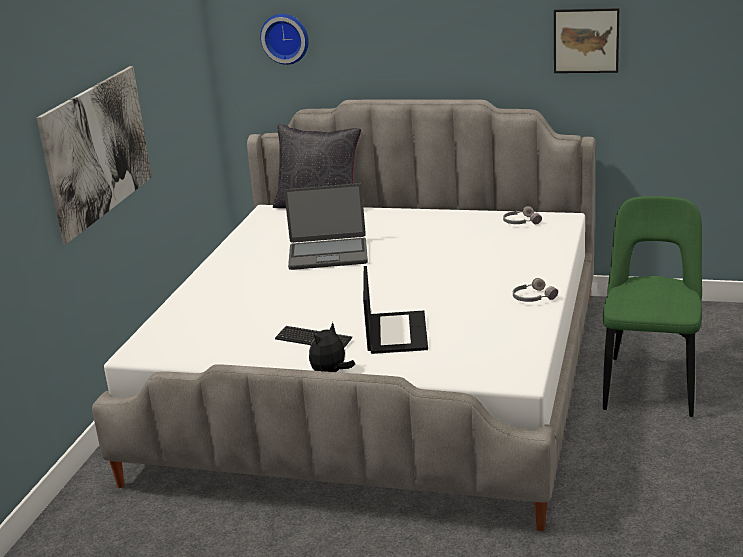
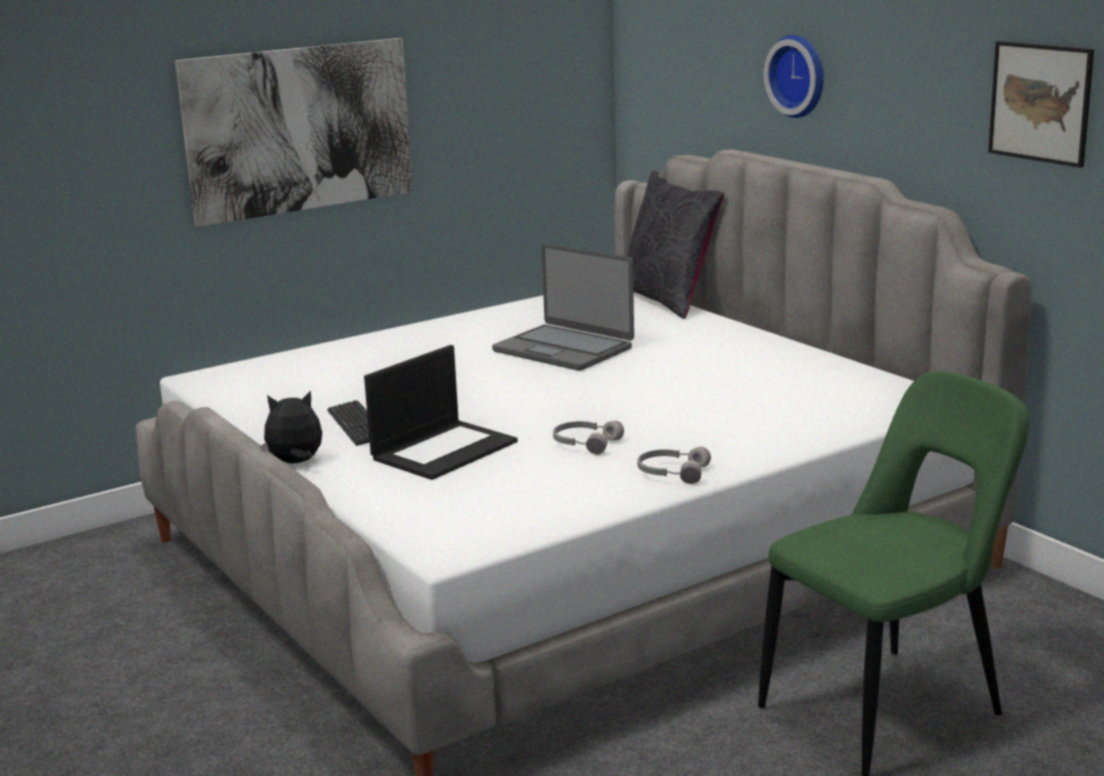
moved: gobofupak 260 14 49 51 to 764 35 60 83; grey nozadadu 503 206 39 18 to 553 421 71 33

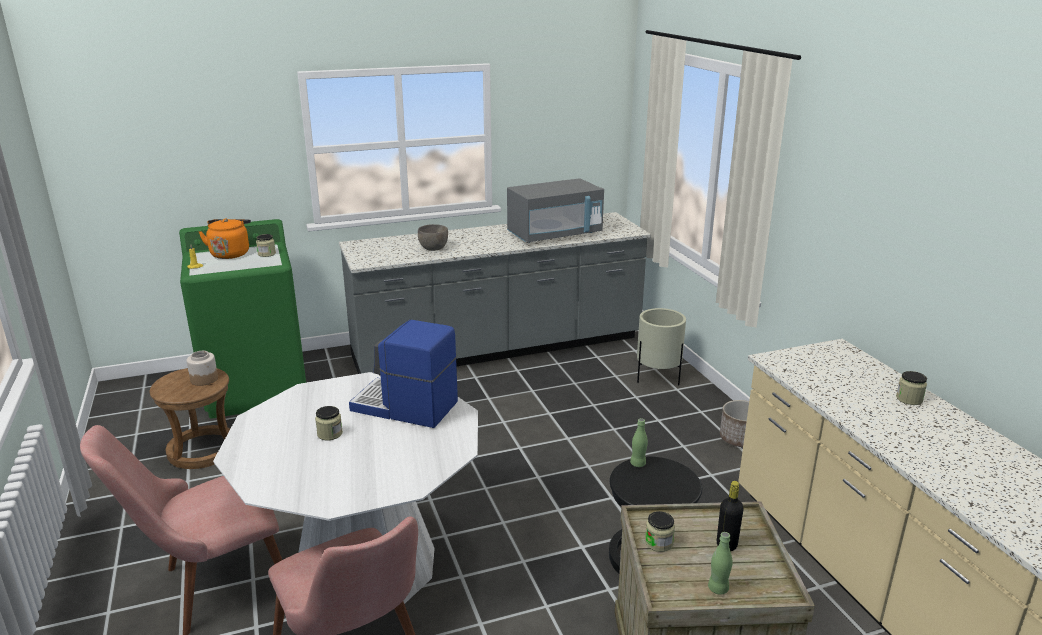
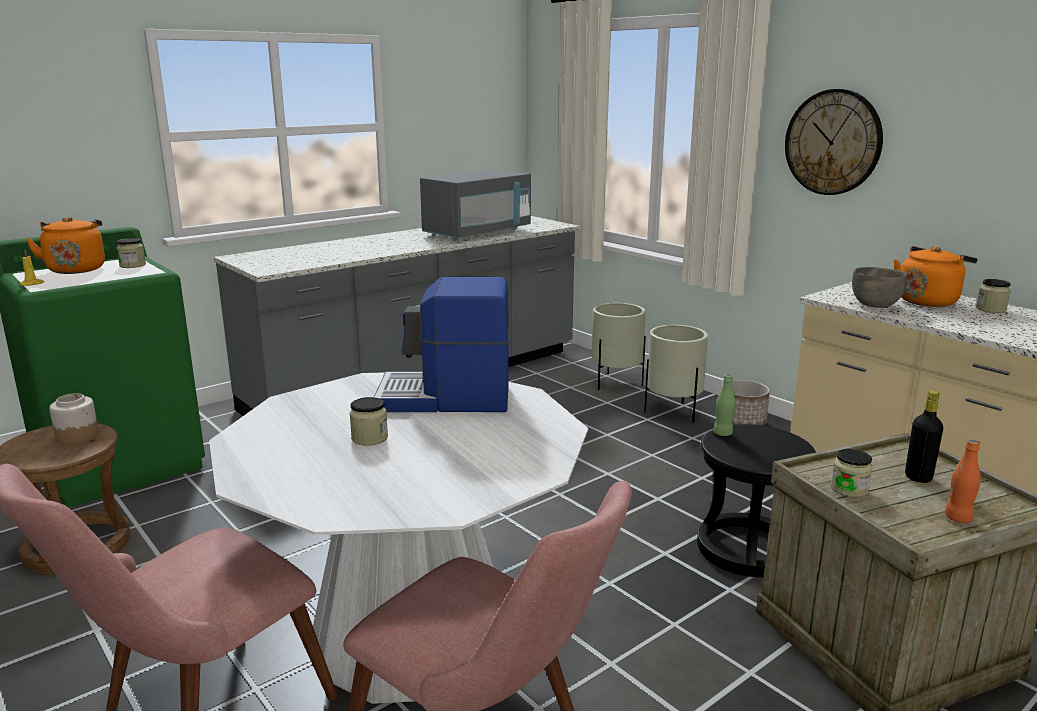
added: gobofupak 785 89 98 106; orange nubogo 894 246 84 61; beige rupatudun 644 325 64 98
moved: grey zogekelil 418 224 30 27 to 852 267 55 41
recoloured: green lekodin 708 532 25 63 to orange lekodin 945 439 36 84

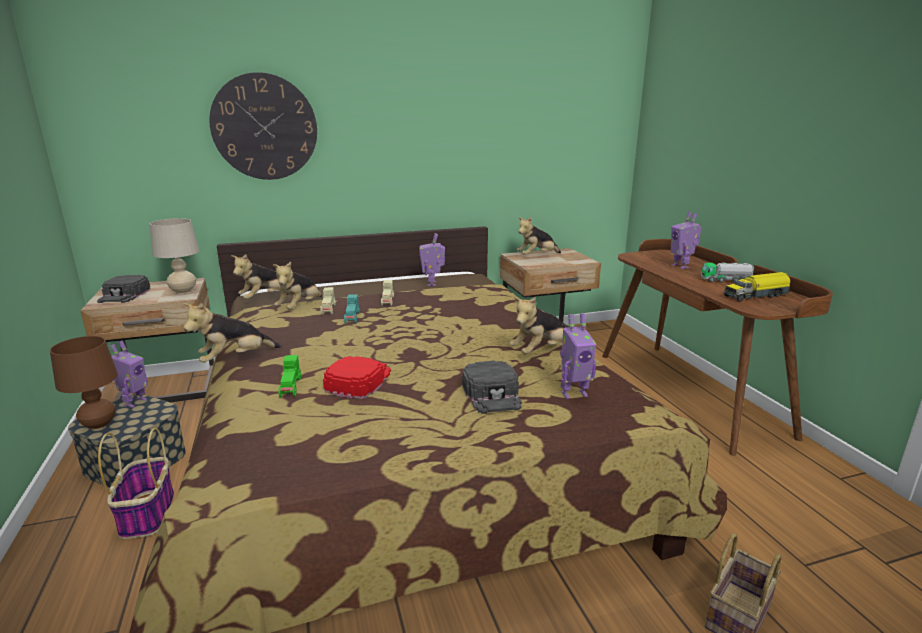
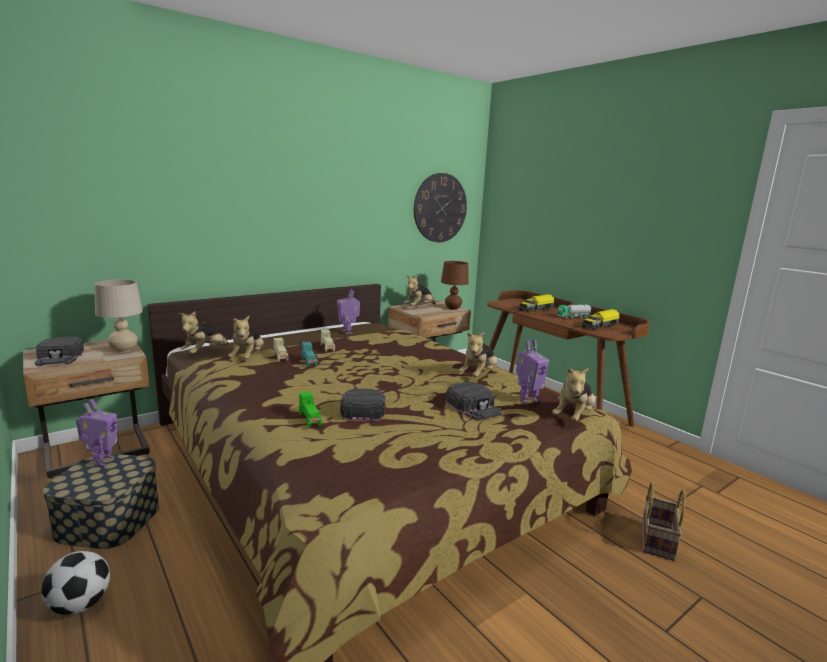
removed: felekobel 98 428 76 111
added: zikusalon 41 551 69 64
moved: gobofupak 209 72 108 108 to 414 173 53 69; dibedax 183 303 98 60 to 552 368 43 54; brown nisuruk 50 336 68 93 to 441 261 28 49
replaced: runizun 671 212 31 57 to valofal 519 294 35 18
recoloured: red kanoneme 323 356 68 43 to black kanoneme 340 388 45 34

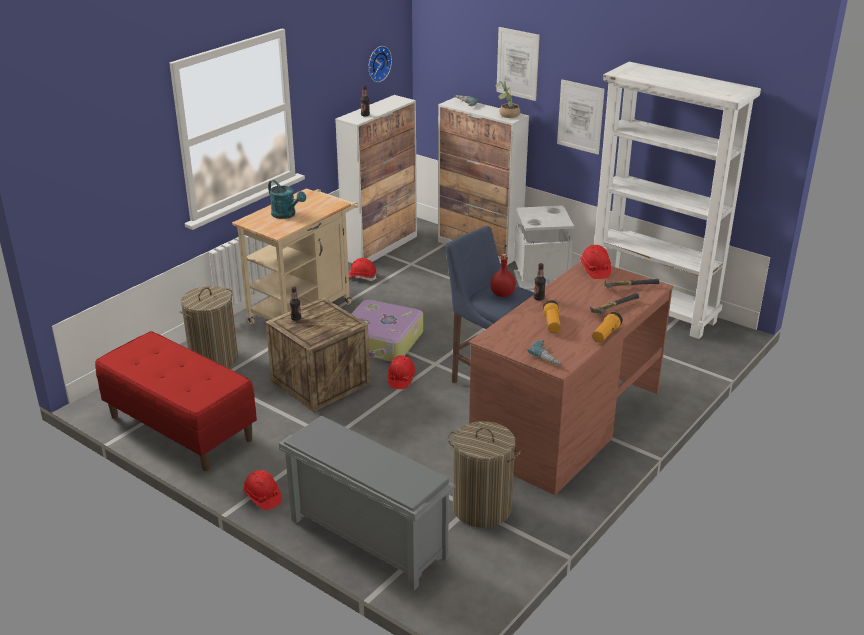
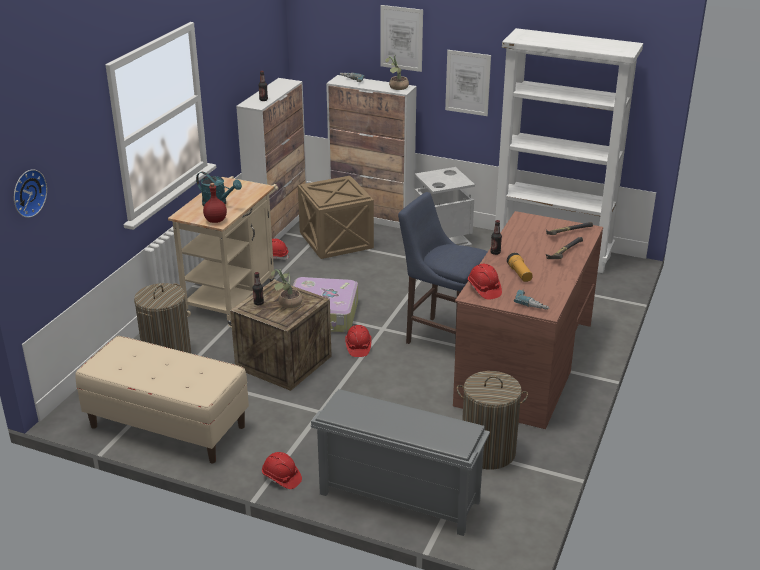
removed: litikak 592 312 31 31
added: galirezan 298 176 76 83; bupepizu 271 269 31 39
moved: gobofupak 368 46 24 36 to 14 169 33 49; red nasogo 580 245 31 34 to 468 264 34 36; red lekodin 490 254 26 43 to 203 183 24 40
recoloured: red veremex 95 331 162 140 to beige veremex 75 336 174 127

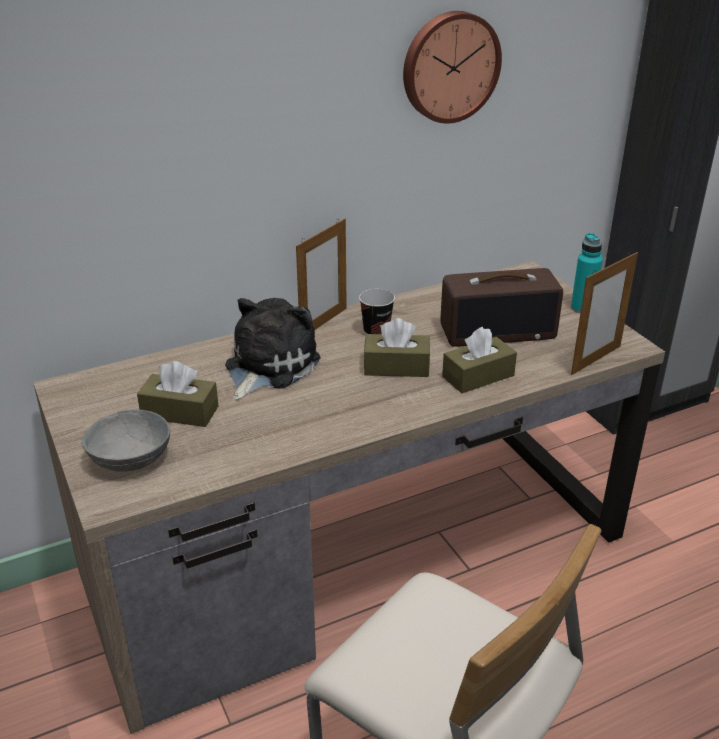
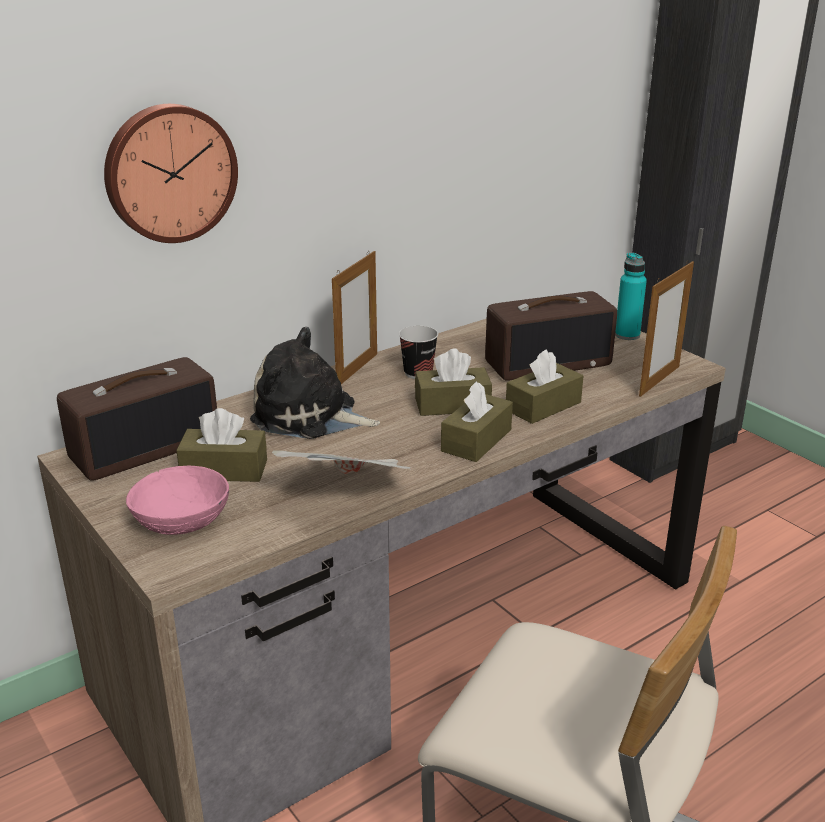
added: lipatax 57 357 160 124; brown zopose 441 381 72 81; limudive 272 450 140 24
moved: gobofupak 403 11 99 113 to 104 104 134 139
recoloured: grey zogekelil 81 409 89 63 to pink zogekelil 126 466 103 69
turned: dibedax 225 298 95 102 = 250 327 130 112 90 degrees counterclockwise

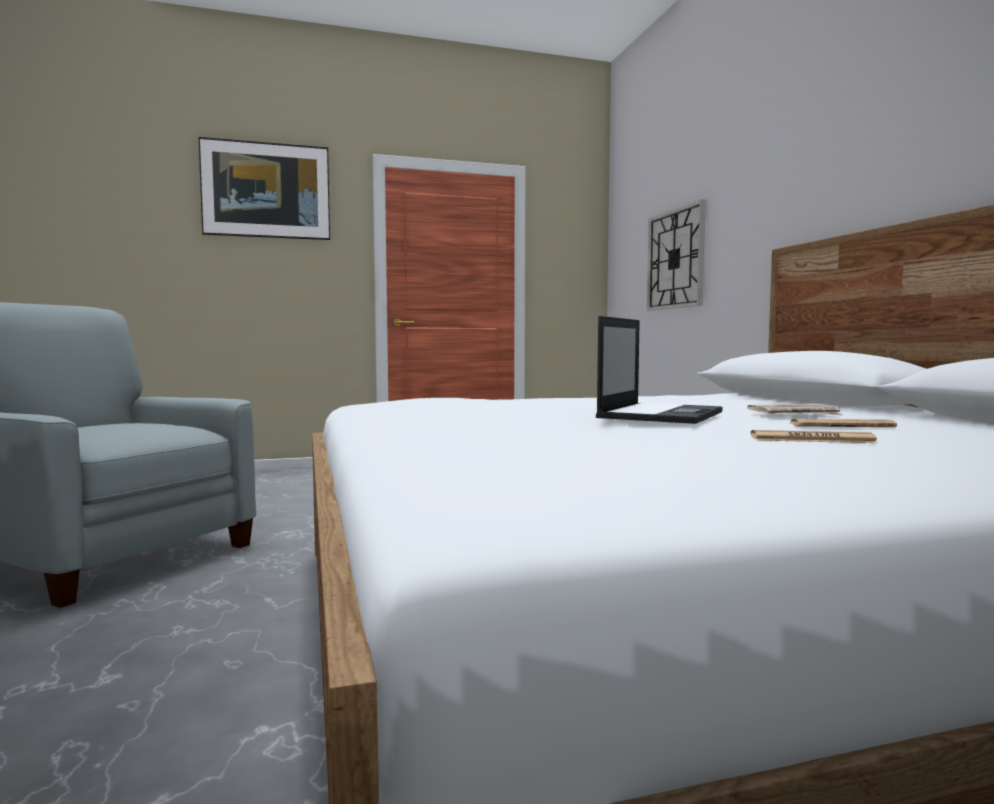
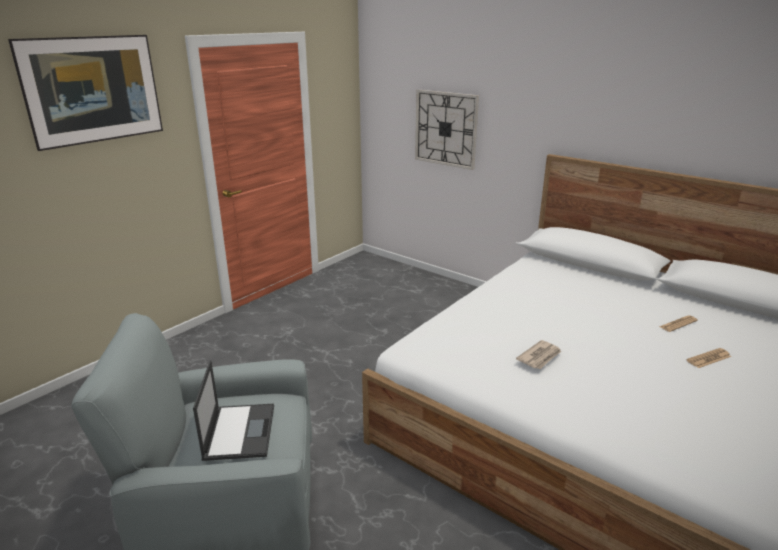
moved: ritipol 596 316 126 108 to 193 360 81 101; limudive 747 404 95 11 to 516 340 45 29

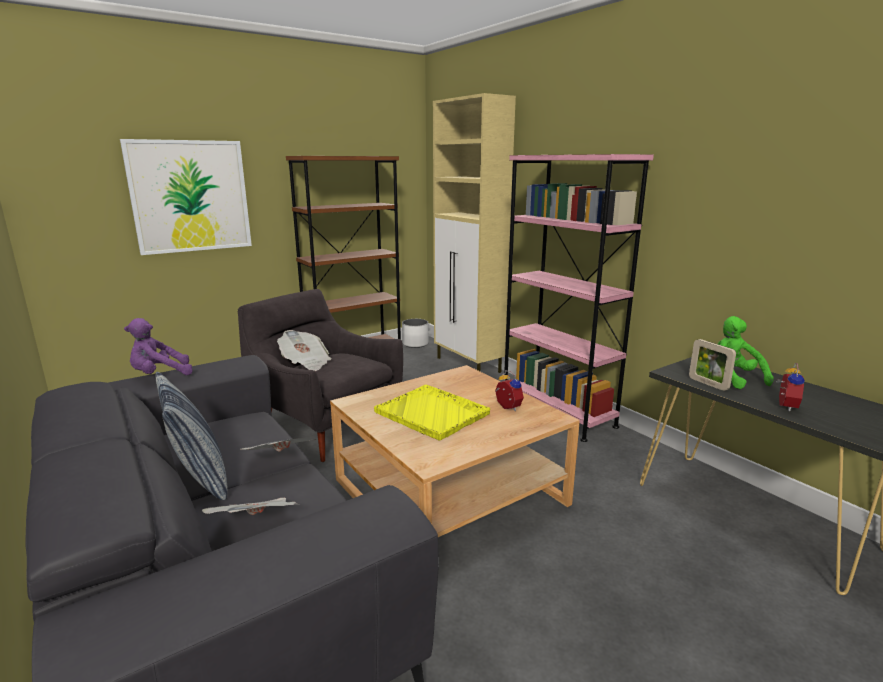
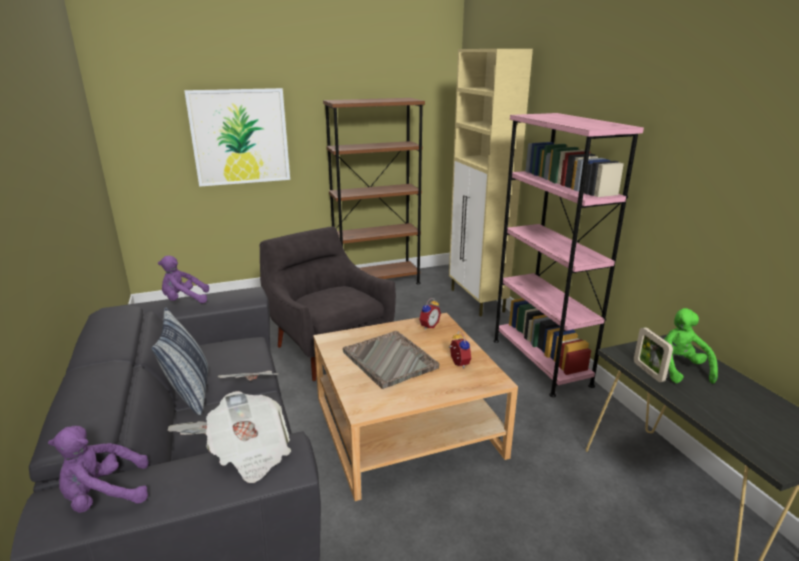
removed: white rupatudun 402 319 27 29
added: purple dibedax 48 426 101 87
moved: limudive 277 330 55 41 to 206 391 85 92; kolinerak 776 363 29 48 to 419 298 22 32
recoloured: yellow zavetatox 374 385 116 56 to grey zavetatox 343 331 96 58

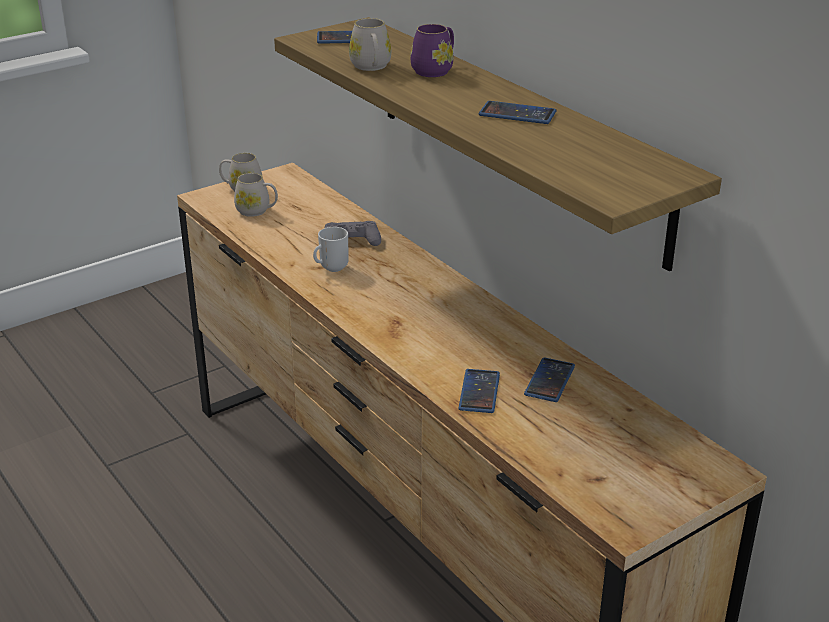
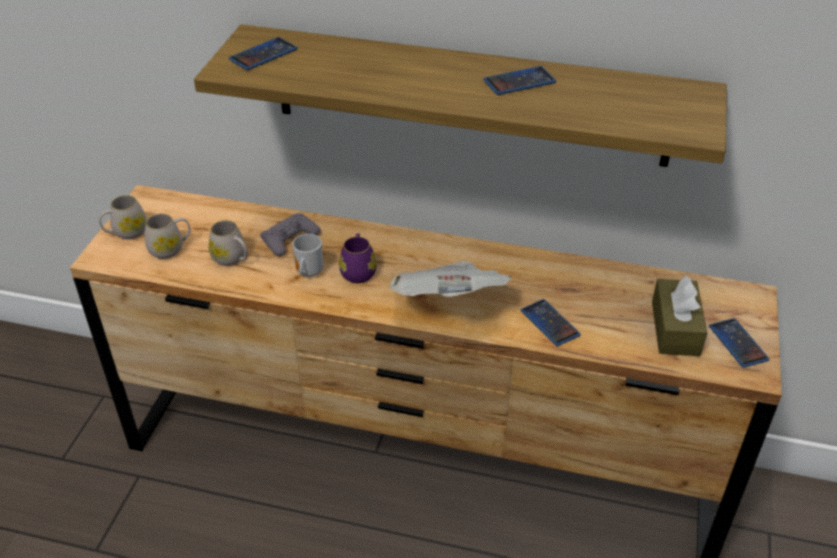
added: limudive 389 261 123 36; brown zopose 652 275 55 81
moved: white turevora 349 18 42 53 to 208 220 40 46; purple turevora 410 24 44 53 to 339 233 38 50; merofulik 524 357 51 45 to 709 318 60 50

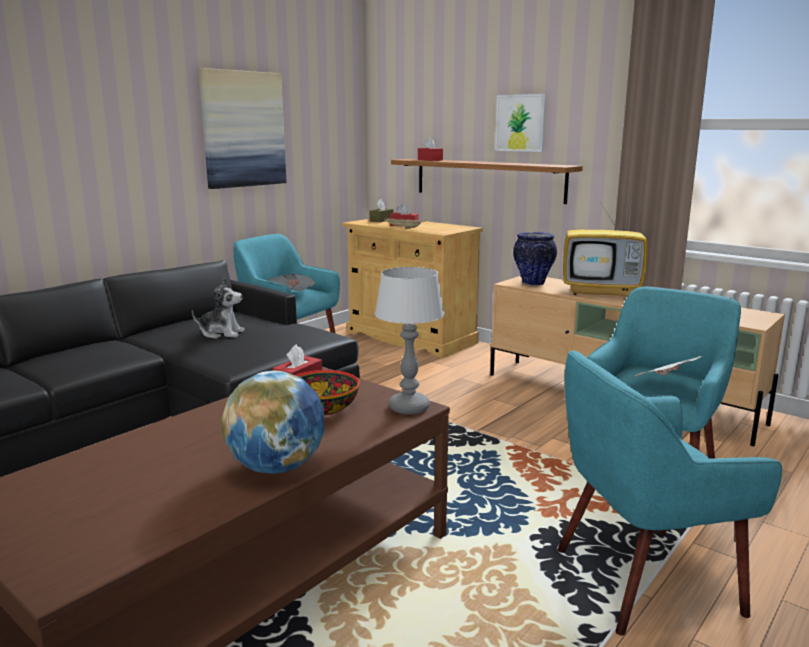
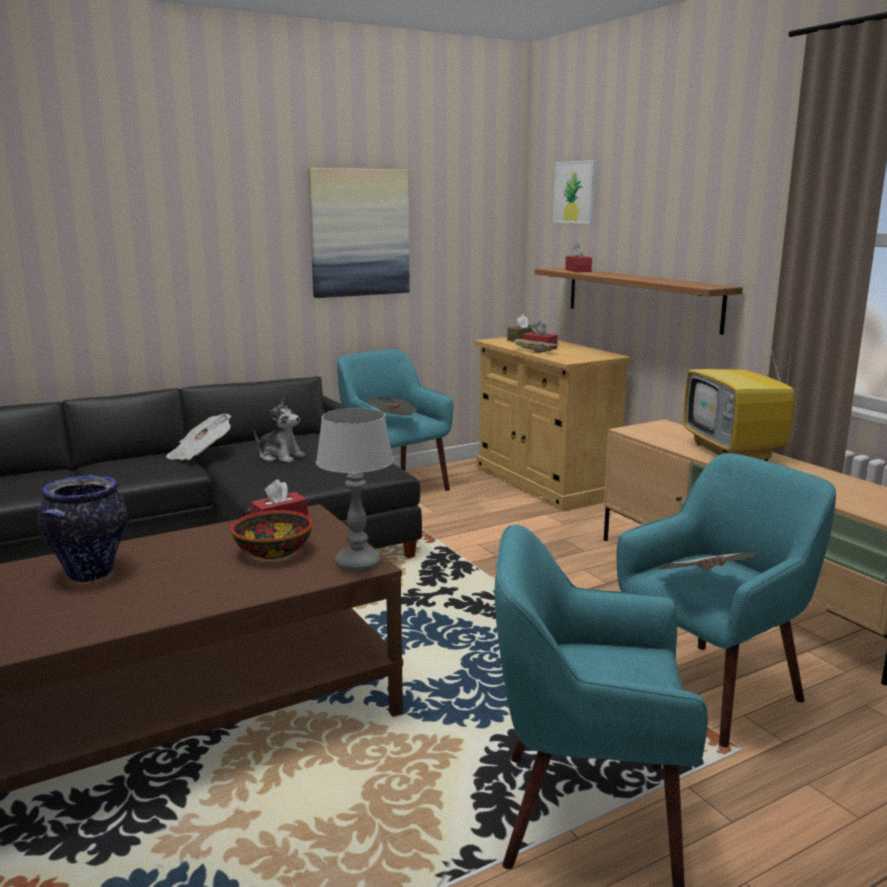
removed: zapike 221 371 103 103
added: limudive 166 414 65 46
moved: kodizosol 495 94 52 58 to 553 160 43 64; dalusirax 513 232 44 53 to 38 475 90 107
turned: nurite 563 197 85 100 = 684 327 110 134 45 degrees clockwise

